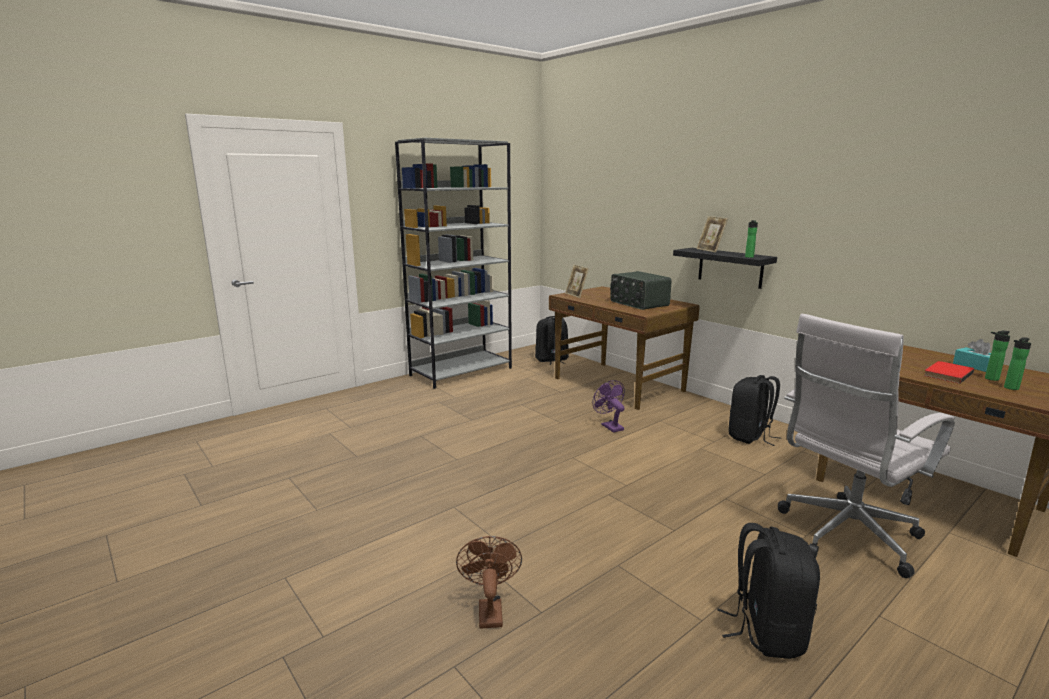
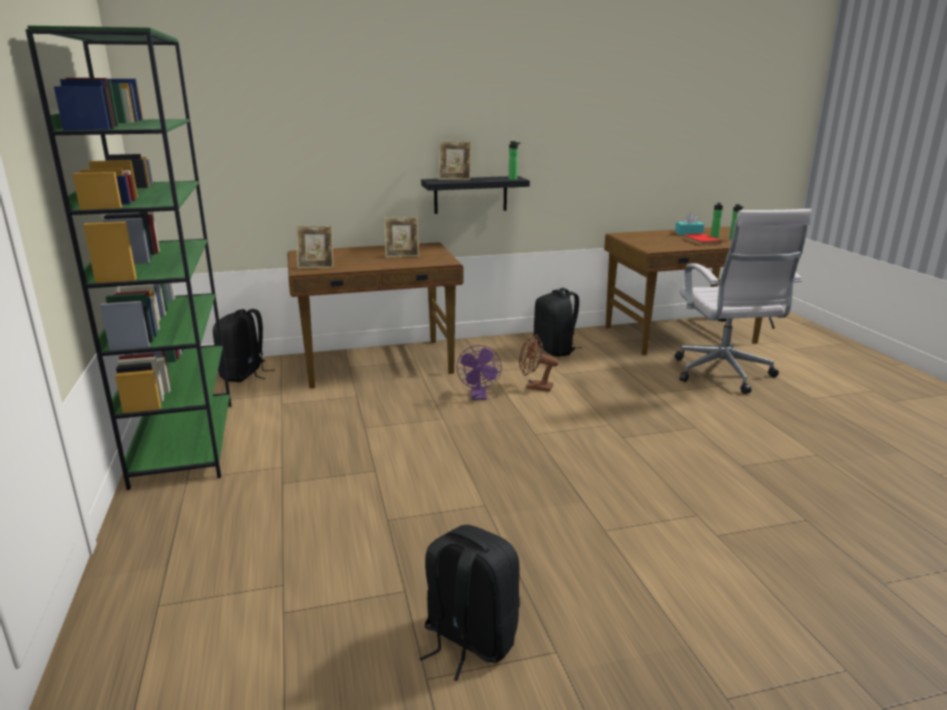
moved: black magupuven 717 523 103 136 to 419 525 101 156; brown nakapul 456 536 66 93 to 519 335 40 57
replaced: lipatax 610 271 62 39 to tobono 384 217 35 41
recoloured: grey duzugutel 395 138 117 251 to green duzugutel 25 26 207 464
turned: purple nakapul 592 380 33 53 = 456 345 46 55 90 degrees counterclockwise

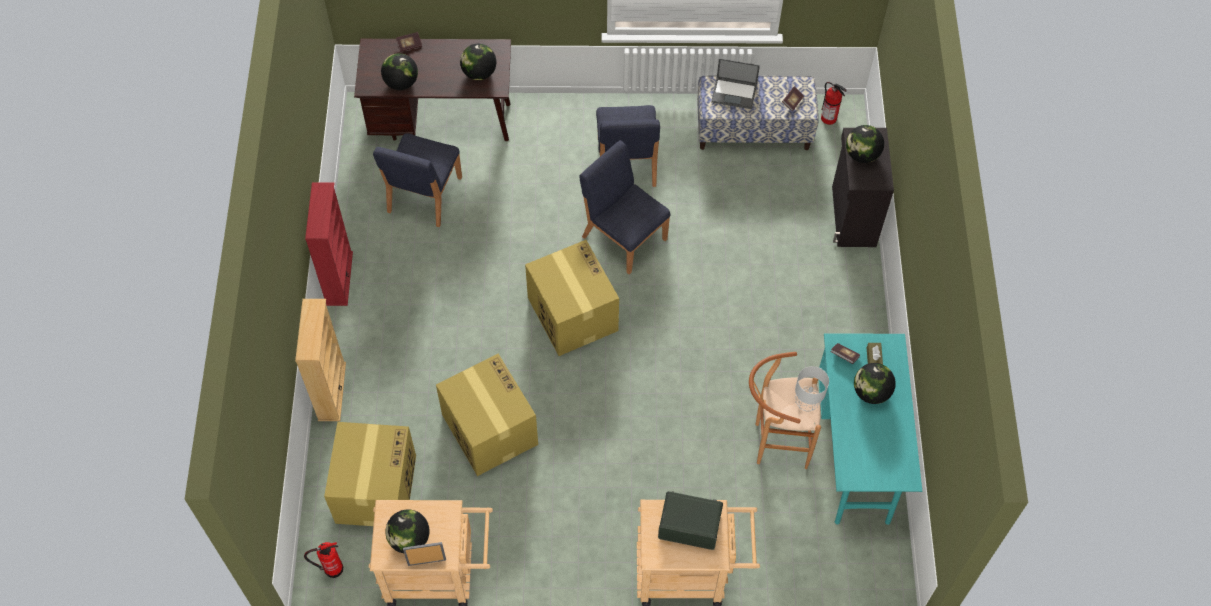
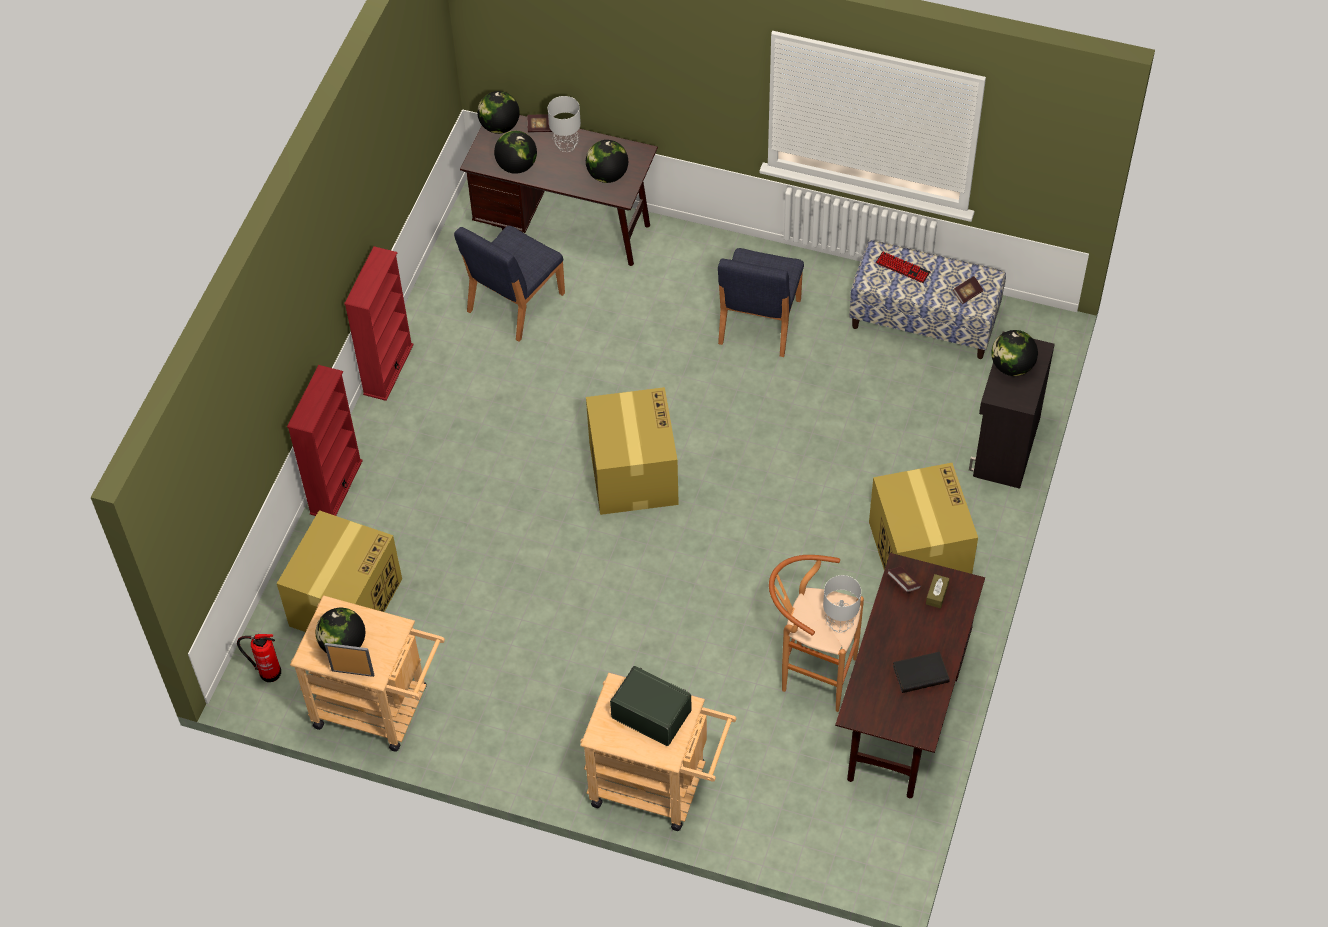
removed: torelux 821 82 26 43; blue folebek 579 140 91 134
added: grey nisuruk 548 96 33 56; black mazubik 893 652 57 41
moved: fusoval 436 354 102 122 to 869 463 109 111; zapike 854 363 42 41 to 477 91 43 43
replaced: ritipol 711 58 49 51 to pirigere 875 252 55 31
recoloured: beige duzugutel 295 299 51 122 to red duzugutel 287 365 76 151; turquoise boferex 819 333 103 192 to brown boferex 835 553 150 245

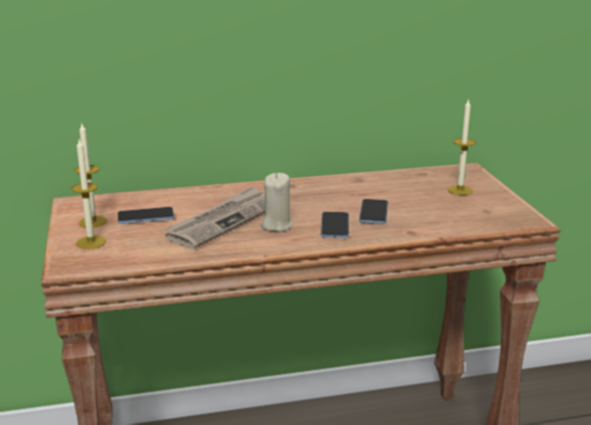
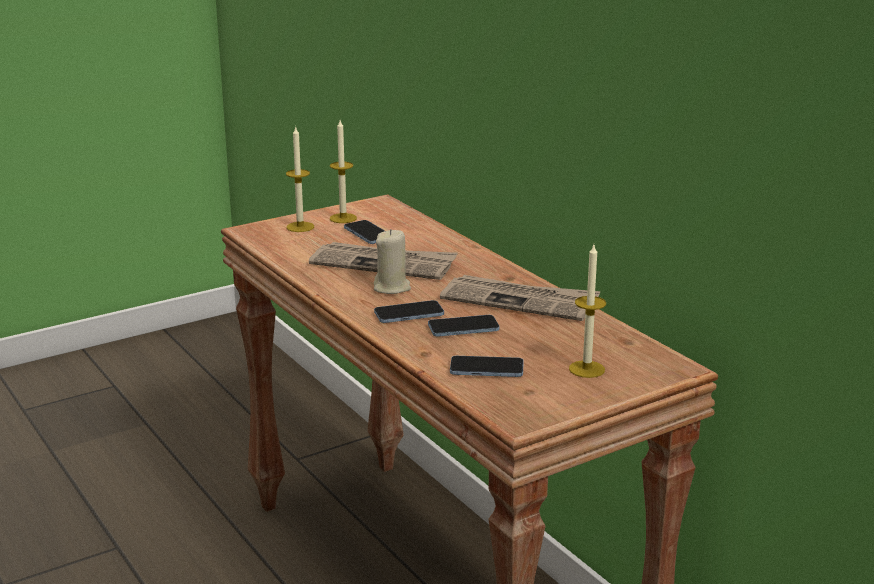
added: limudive 440 275 161 46; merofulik 450 356 74 21

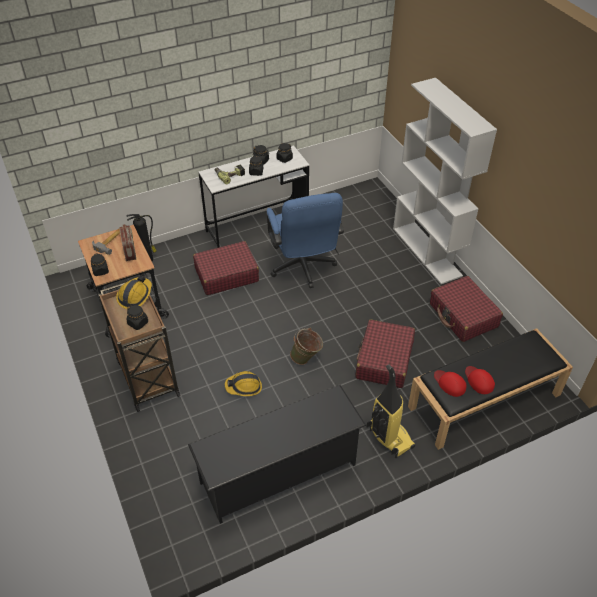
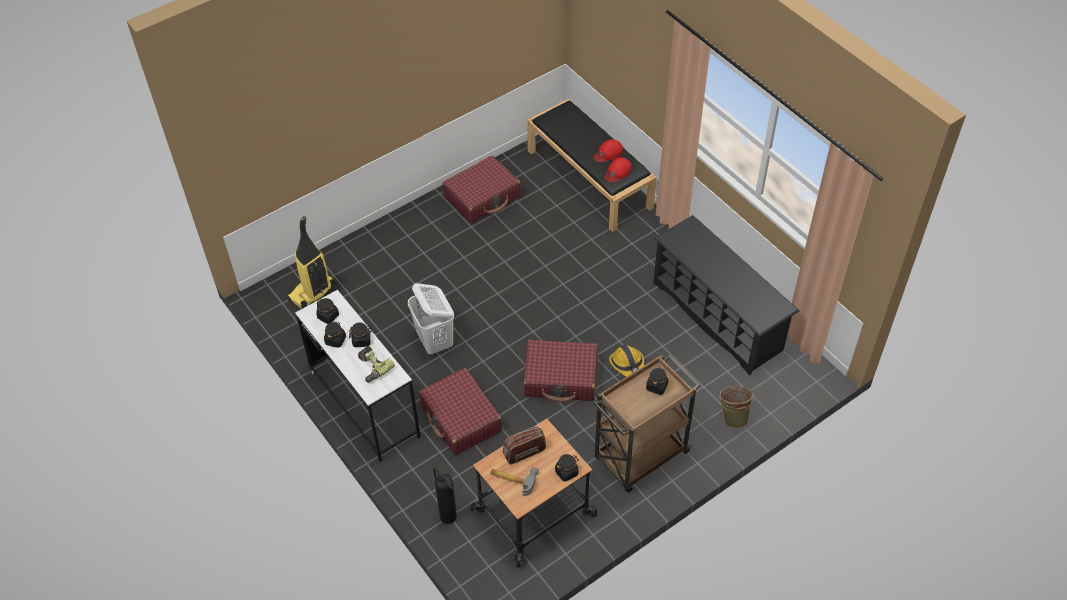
removed: white duzugutel 393 78 104 206; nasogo 116 275 36 34
moved: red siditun 356 319 59 69 to 524 340 73 63; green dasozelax 290 328 33 37 to 719 386 36 42; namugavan 367 365 48 93 to 287 216 50 93
replaced: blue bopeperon 266 193 78 95 to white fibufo 408 283 46 73

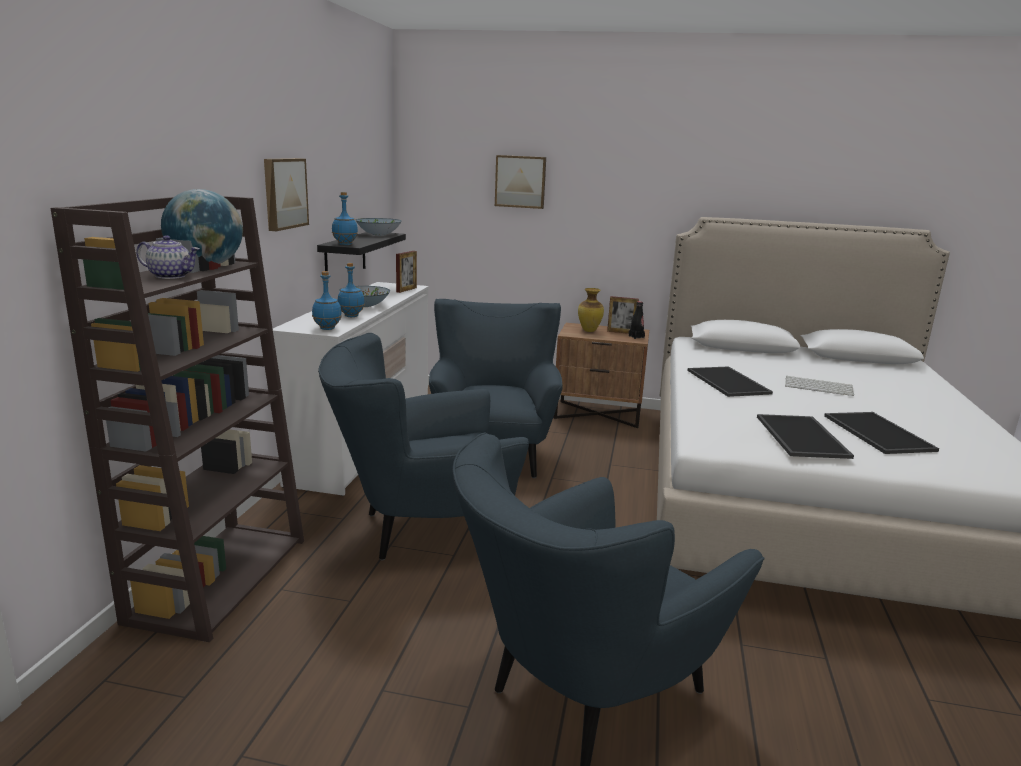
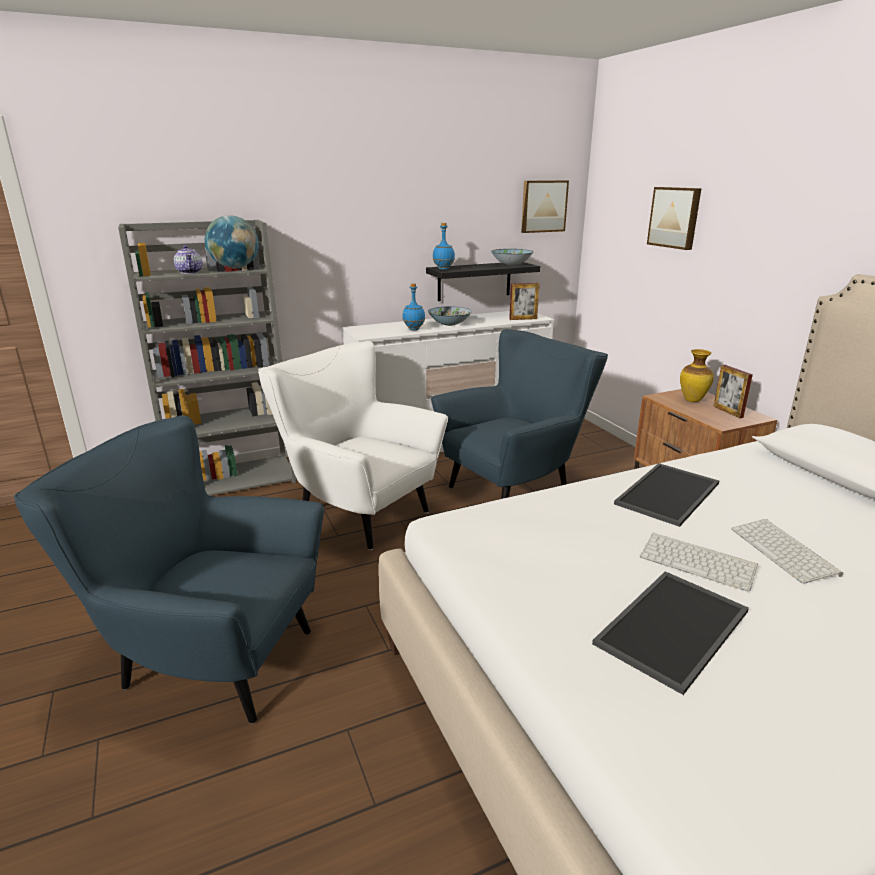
removed: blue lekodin 312 271 30 59; black lekodin 629 301 16 38; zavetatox 757 414 97 45
added: pirigere 640 532 118 60
moved: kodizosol 264 158 45 73 to 521 180 48 53
recoloured: brown duzugutel 51 196 253 446 to grey duzugutel 118 220 179 276; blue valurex 318 333 211 227 to white valurex 258 341 190 209

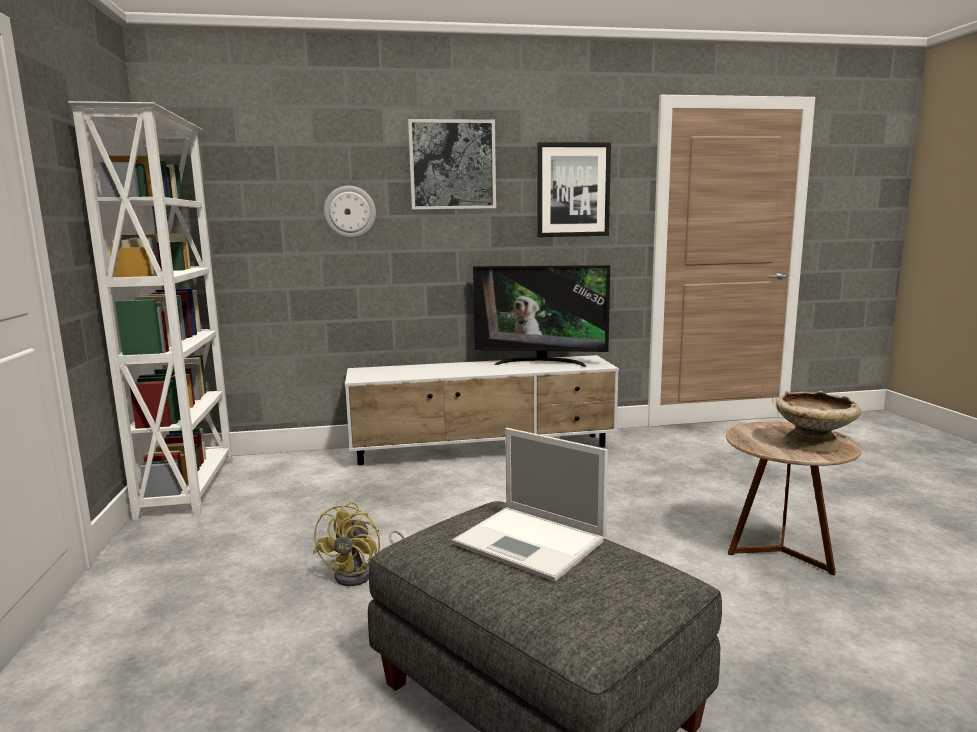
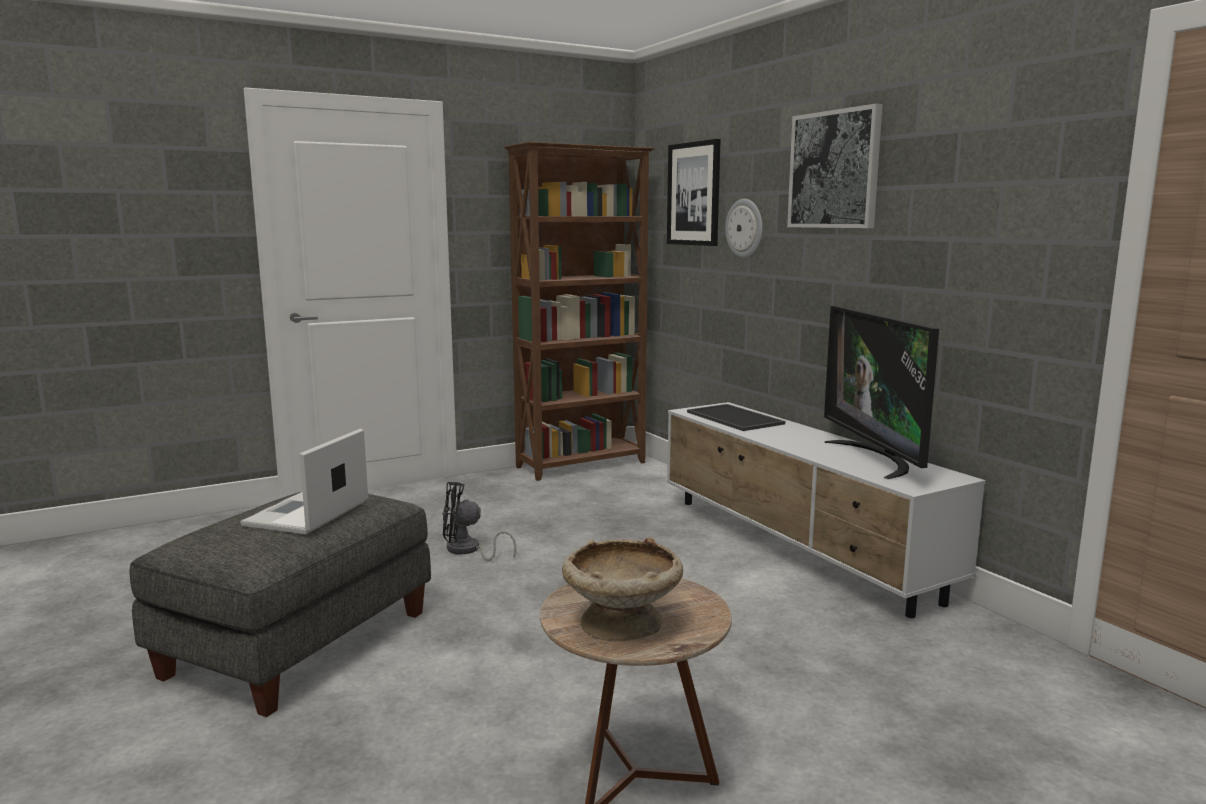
added: zavetatox 687 404 98 27
moved: kodizosol 537 142 74 95 to 667 139 54 107
recoloured: white duzugutel 68 101 165 420 to brown duzugutel 504 142 151 339; yellow nakapul 313 502 92 84 to black nakapul 443 482 73 79

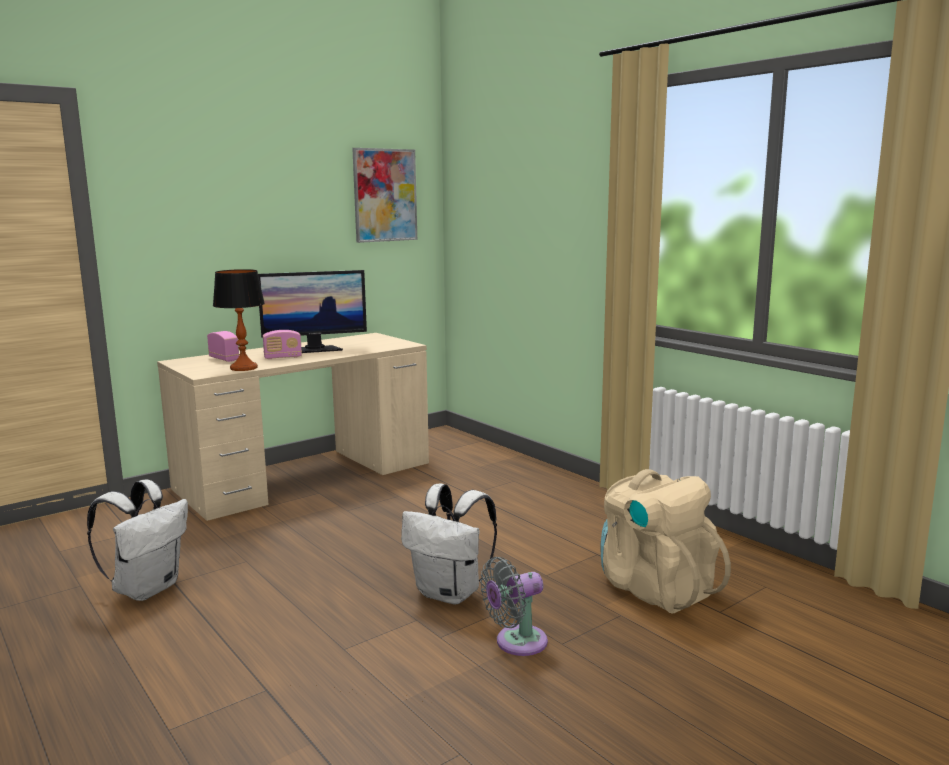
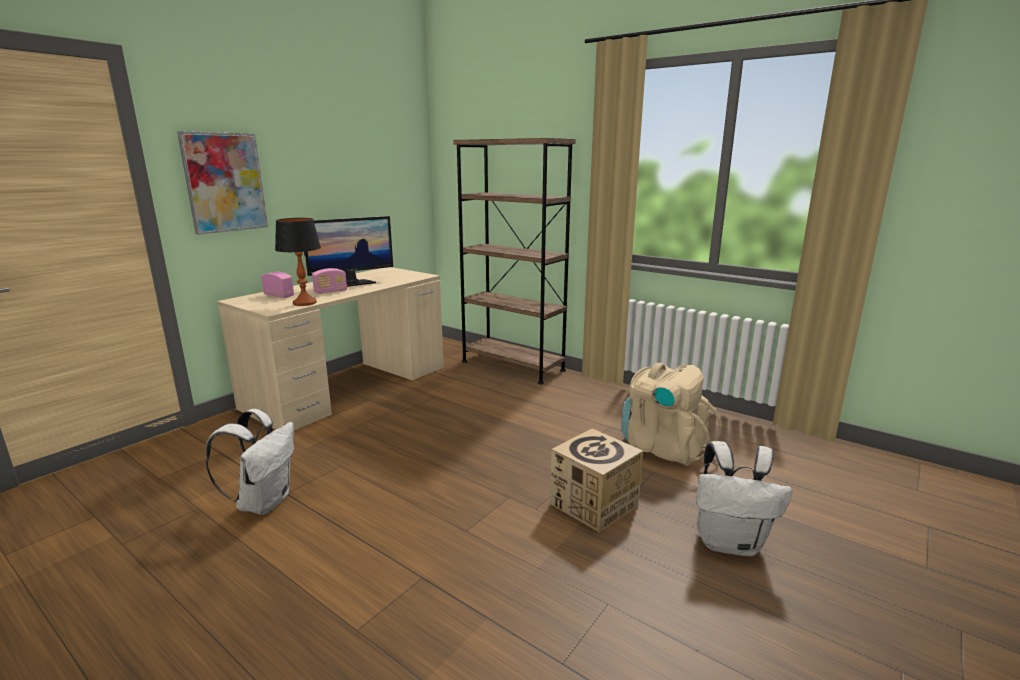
added: brown duzugutel 453 138 123 246
moved: kodizosol 352 148 65 95 to 177 131 91 104; white magupuven 401 483 96 121 to 696 441 96 115
replaced: grey nakapul 480 557 68 99 to fusoval 550 428 93 104

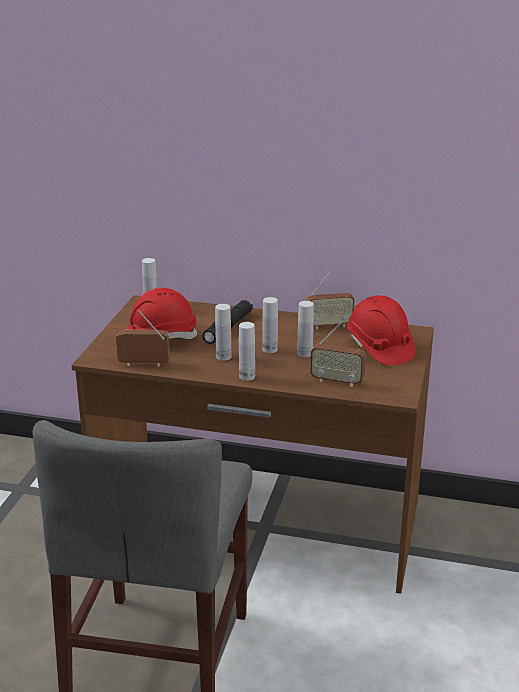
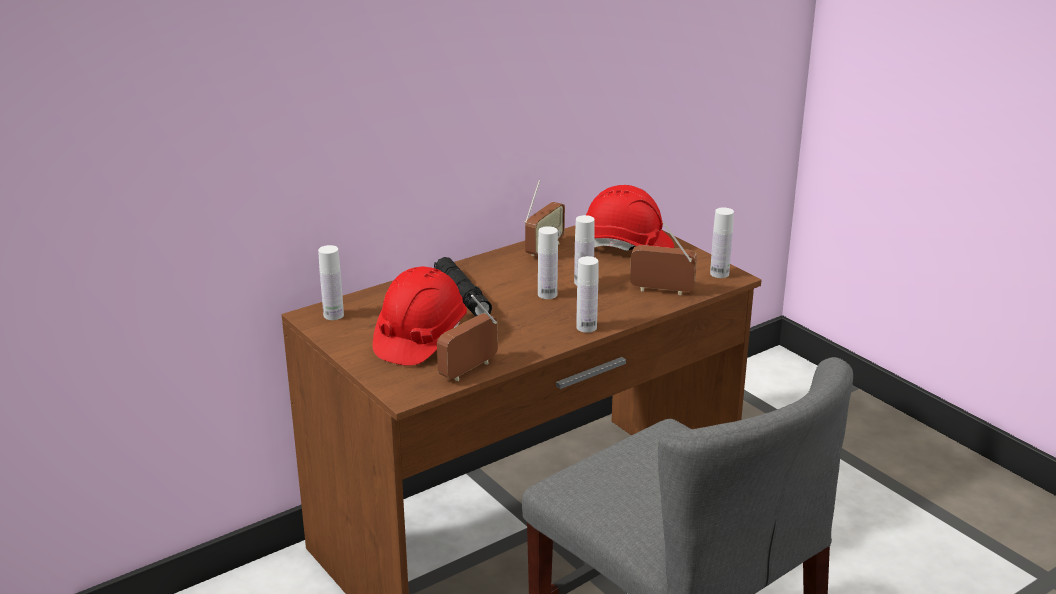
moved: white lekodin 215 304 16 57 to 710 207 24 71
turned: lipatax 310 321 55 66 = 630 222 67 73 135 degrees counterclockwise

